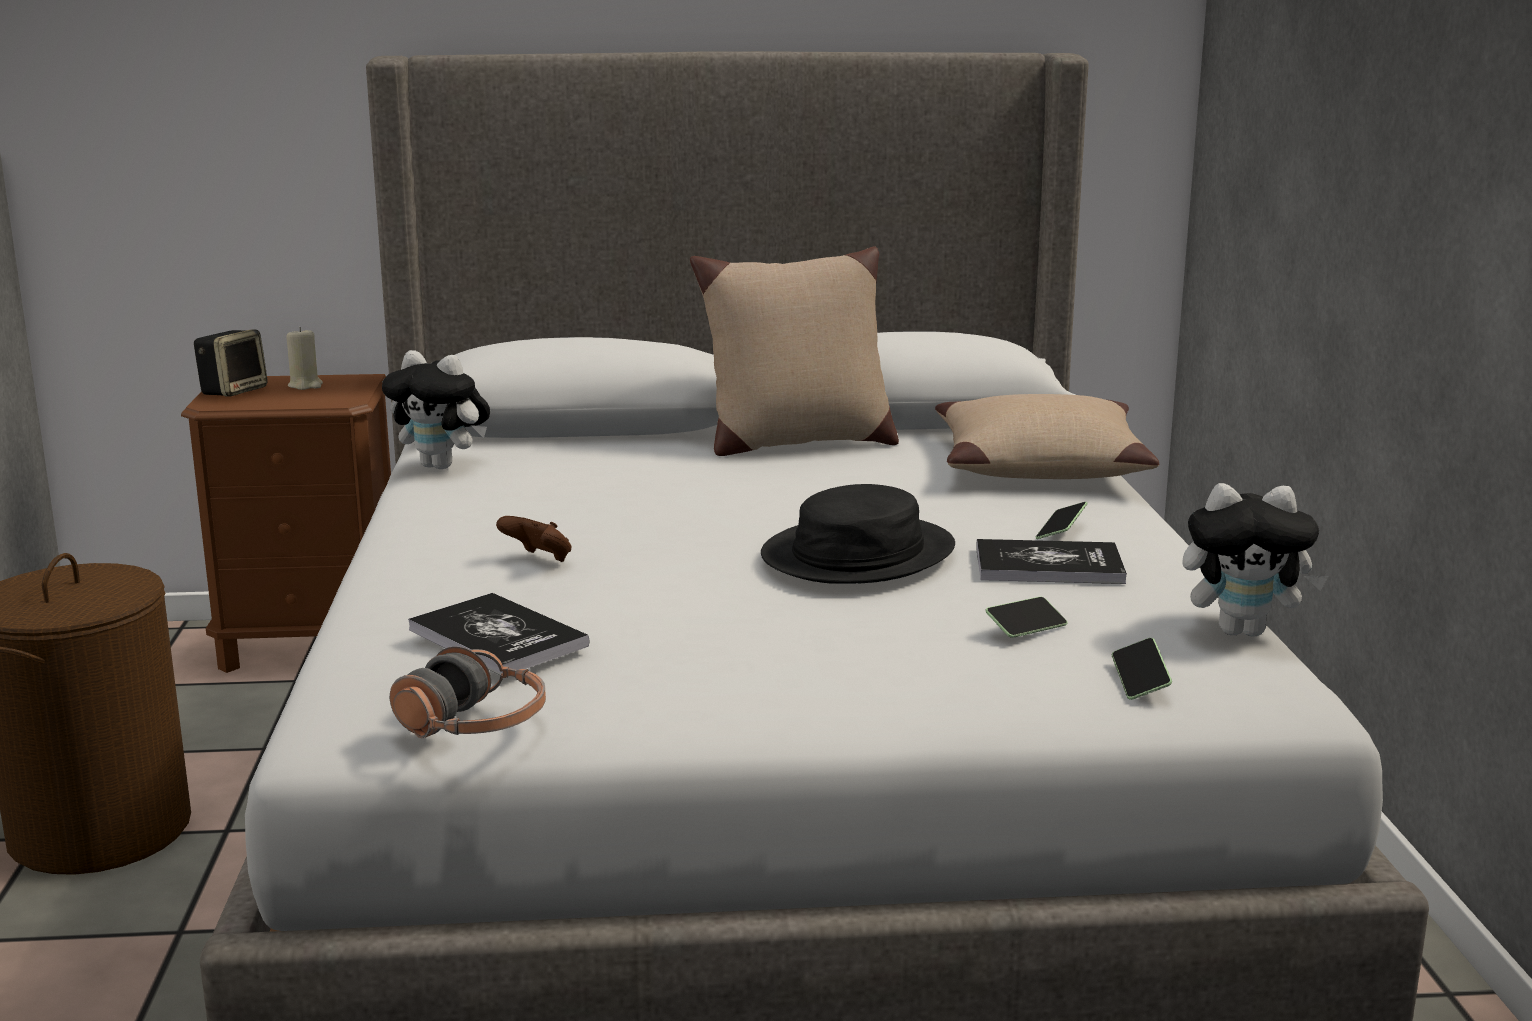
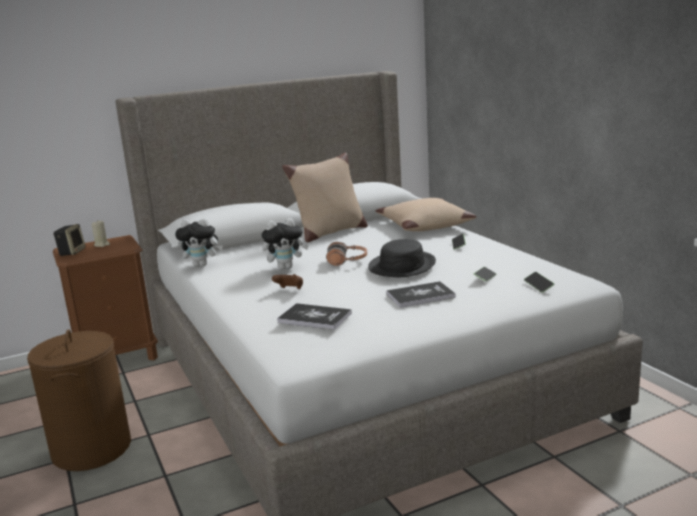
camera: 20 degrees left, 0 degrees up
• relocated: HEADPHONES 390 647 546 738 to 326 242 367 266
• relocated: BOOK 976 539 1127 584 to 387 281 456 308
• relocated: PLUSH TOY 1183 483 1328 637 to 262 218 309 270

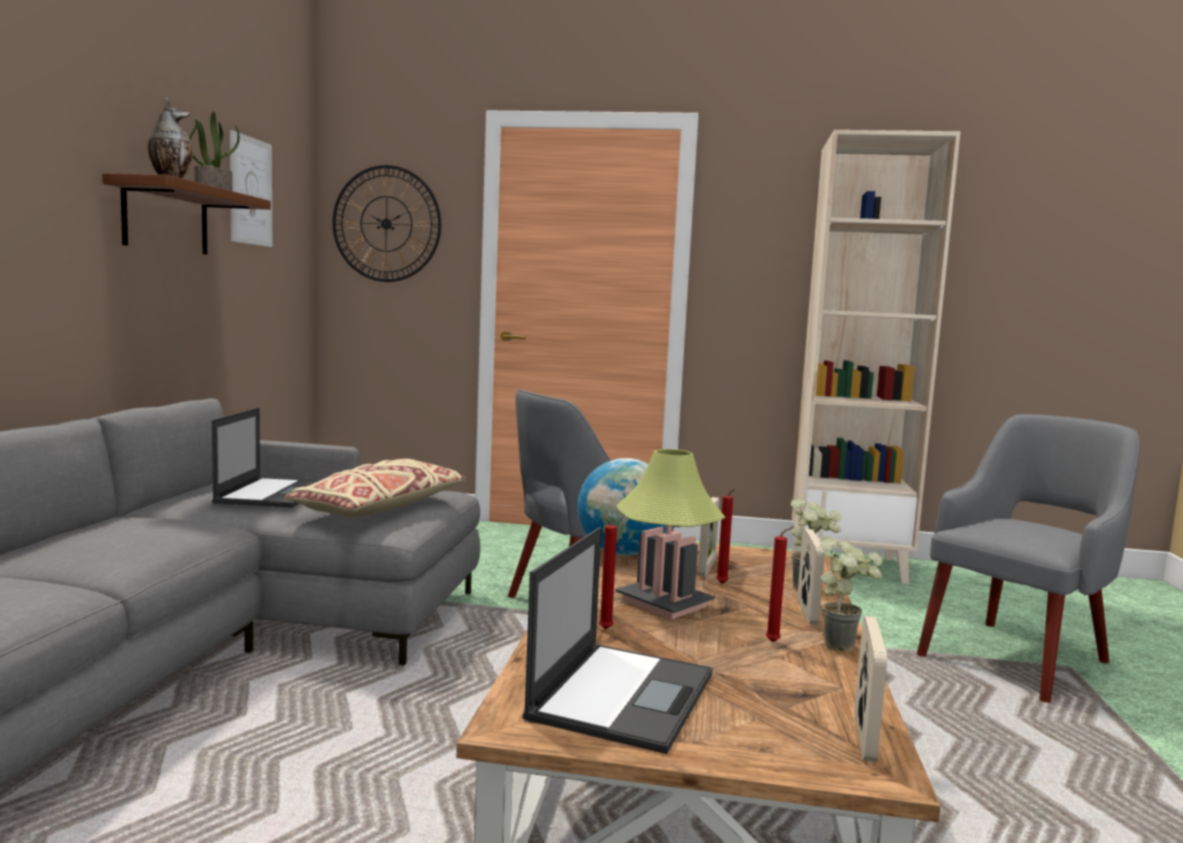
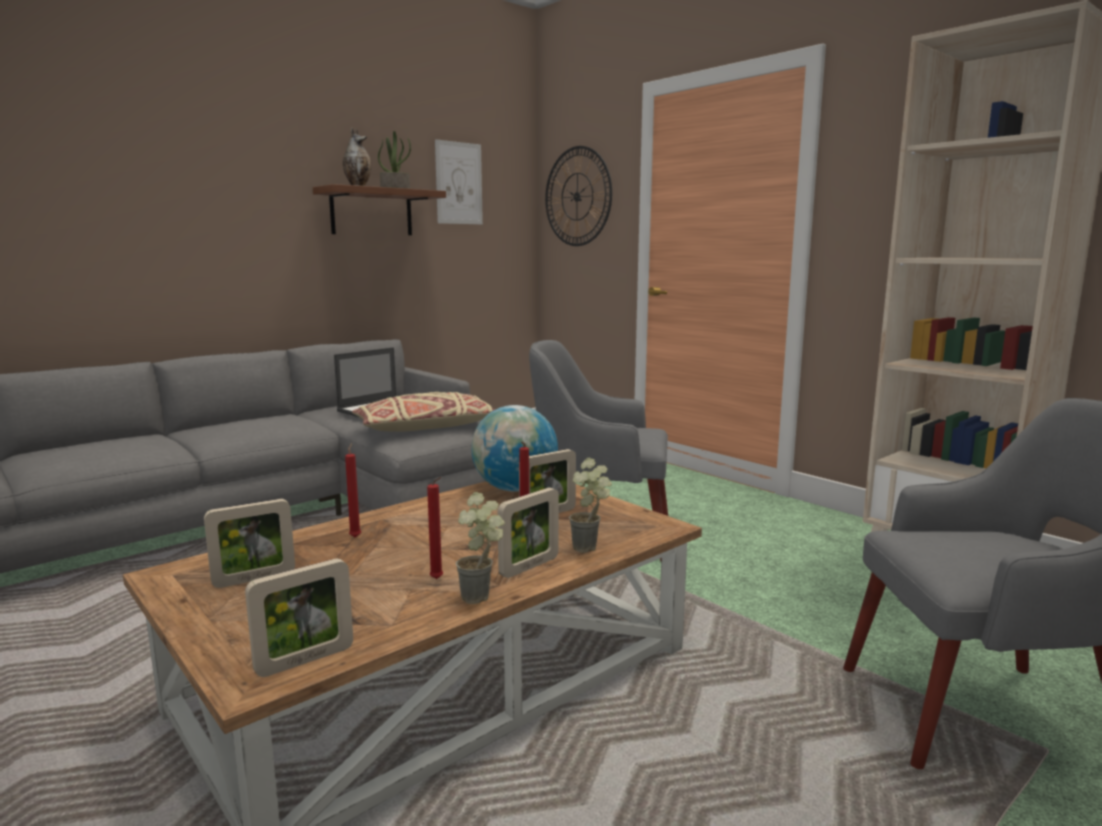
camera: 40 degrees right, 5 degrees up
• missing: TABLE LAMP 615 449 726 619
• exchanged: LAPTOP 522 527 713 754 to PICTURE FRAME 204 499 295 588

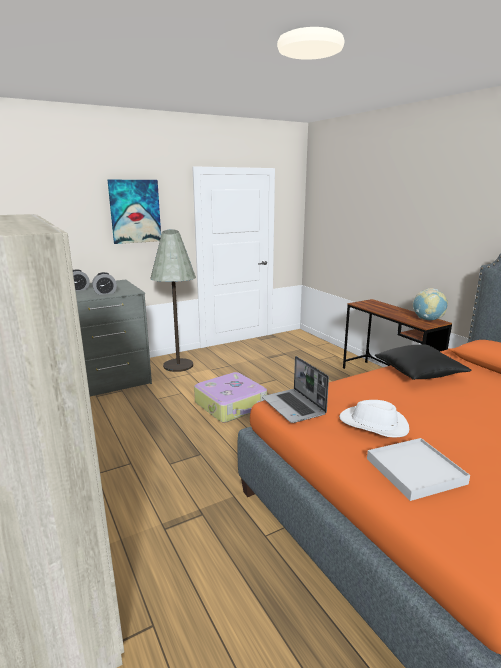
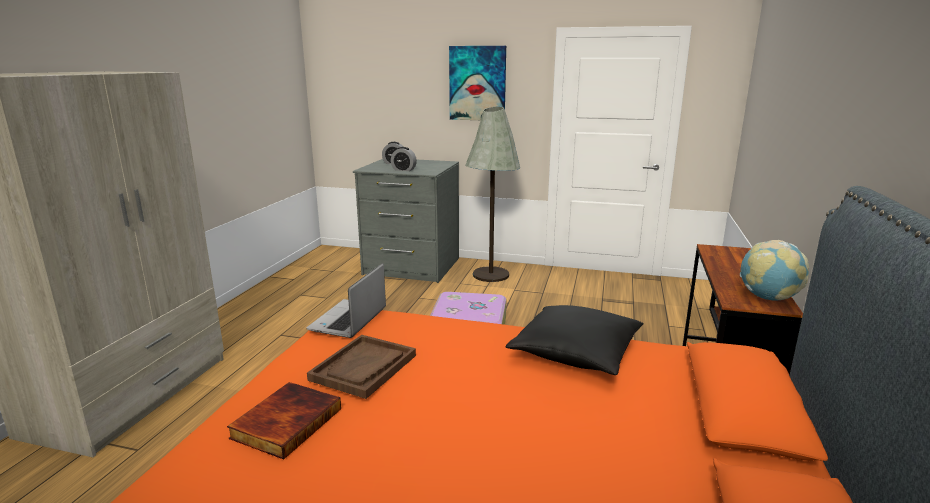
camera: 45 degrees right, 0 degrees up
• exchanged: WHITE HAT 339 400 409 437 to BROWN TRAY 307 335 416 399
• exchanged: WHITE TRAY 367 438 470 501 to BOOK 227 382 341 459

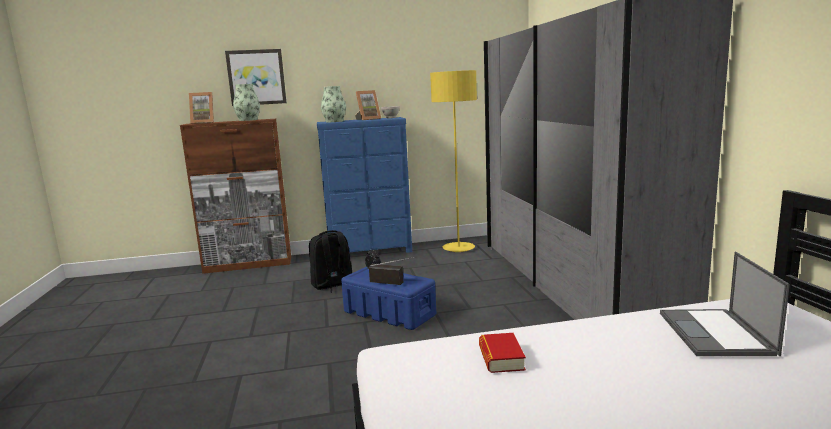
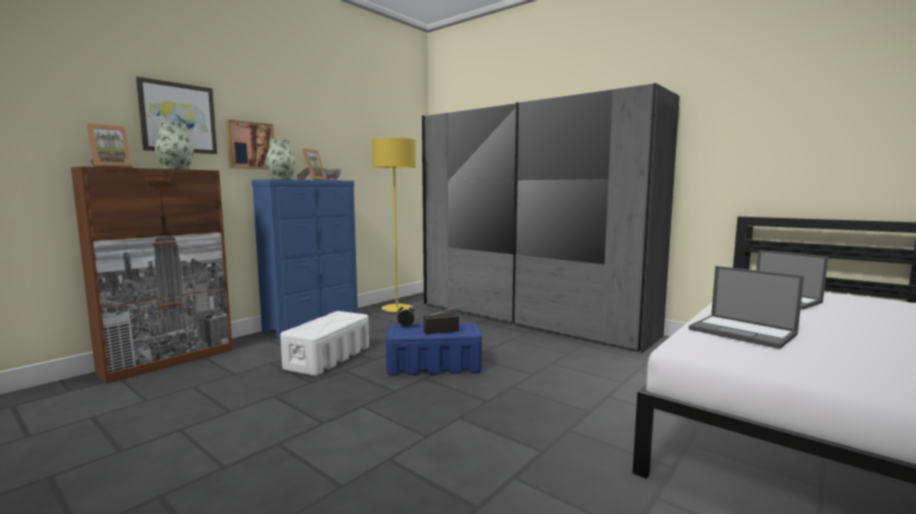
camera: 40 degrees left, 5 degrees down
• appeared: PICTURE 226 119 274 169
• exchanged: BLACK BACKPACK 309 230 352 293 to WHITE STORAGE BOX 280 311 369 376
• exchanged: BOOK 479 333 526 373 to LAPTOP 689 266 804 349

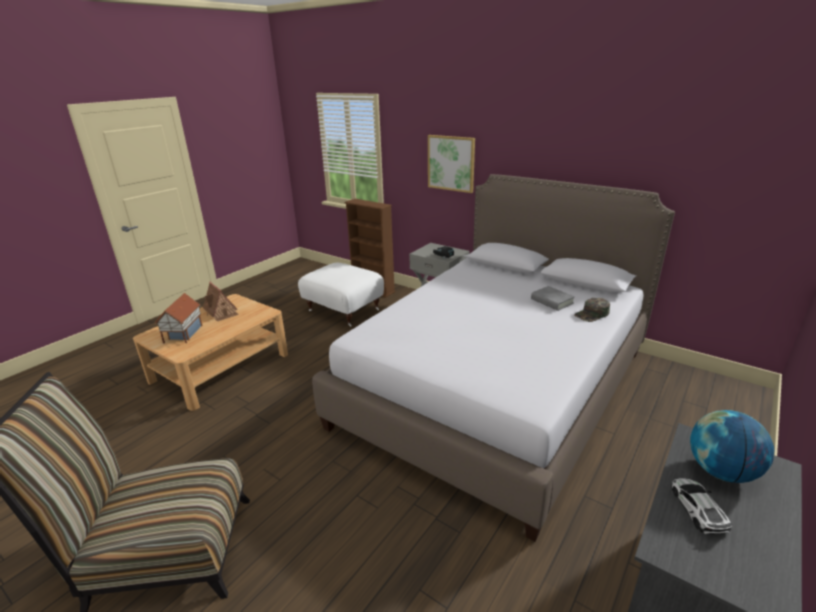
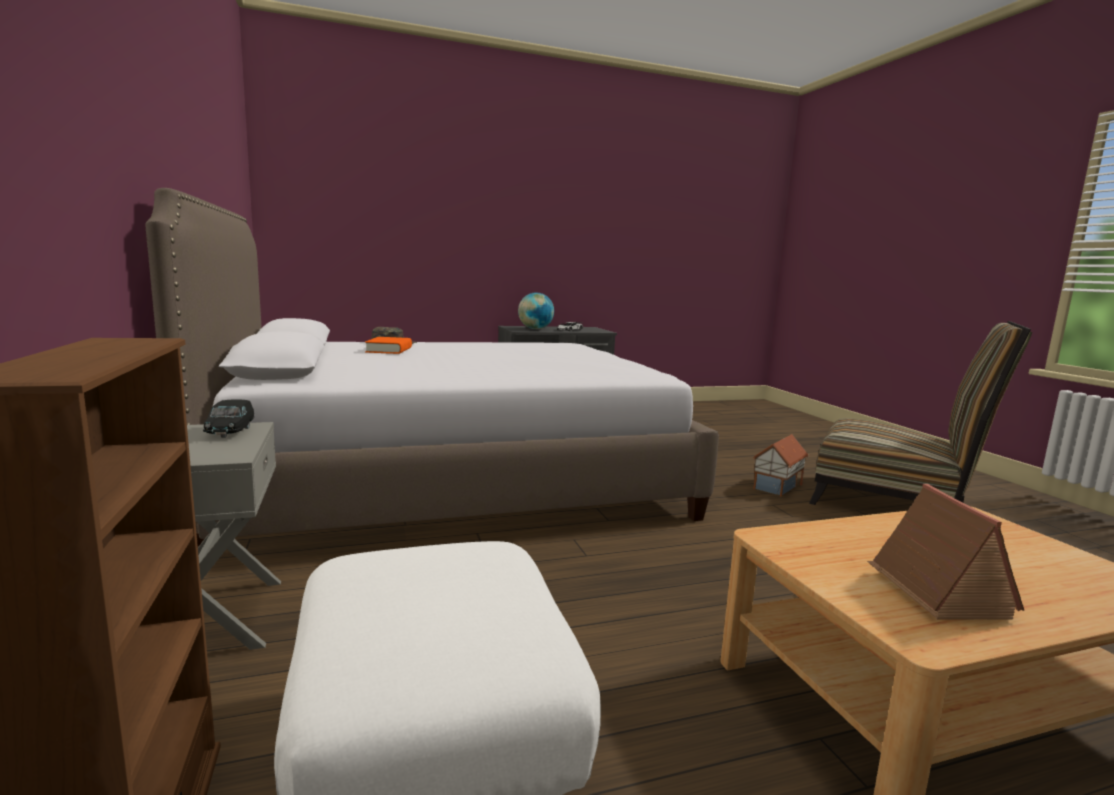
camera: 145 degrees left, 15 degrees down
• missing: PICTURE 428 135 475 193
• relocated: TOY HOUSE 155 293 203 344 to 753 434 809 496
• colour: GREY BOOK 531 286 575 311 to ORANGE BOOK 365 337 412 354

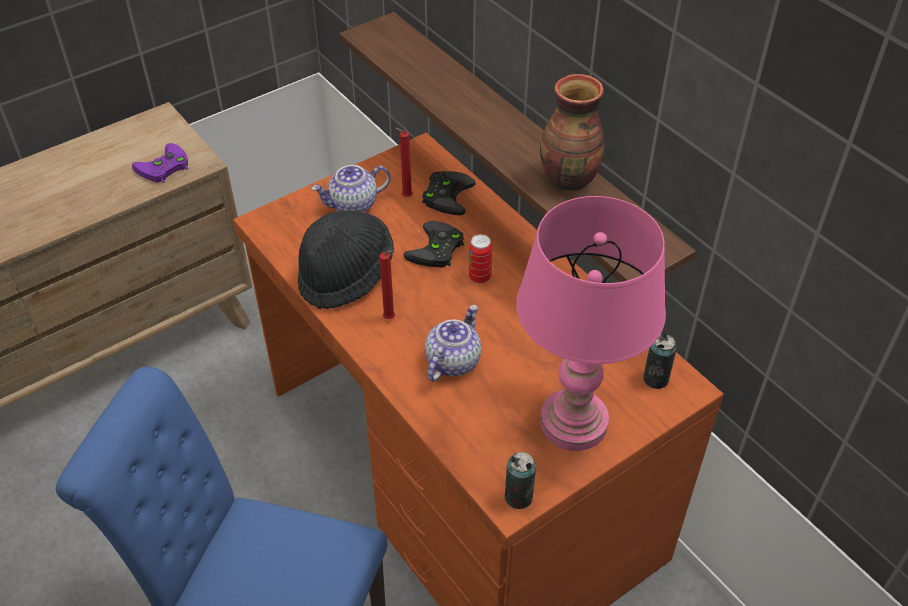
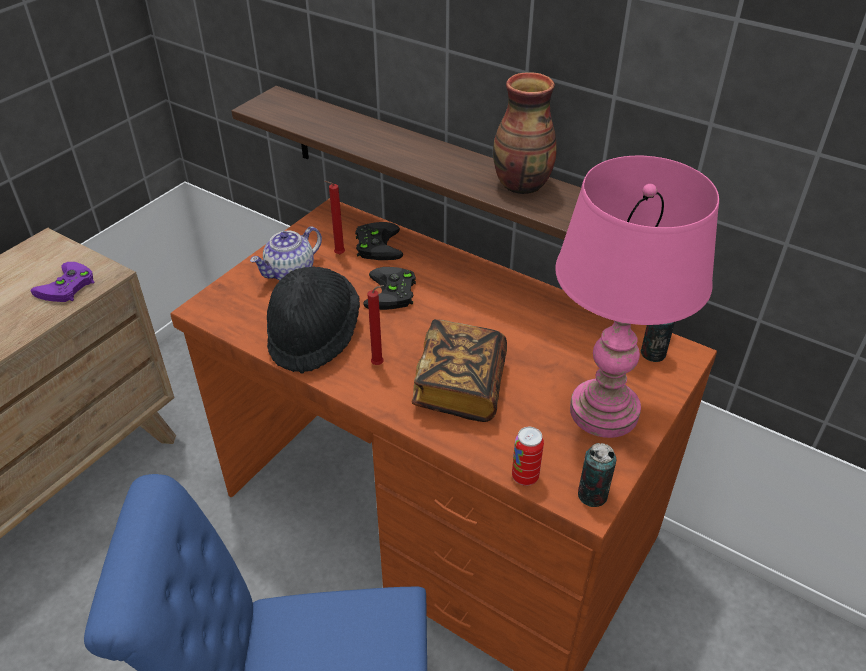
camera: 20 degrees left, 5 degrees down
• relocated: CAN 469 234 492 283 to 512 427 544 486
• exchanged: TEAPOT 425 305 481 381 to BOOK 412 319 507 422

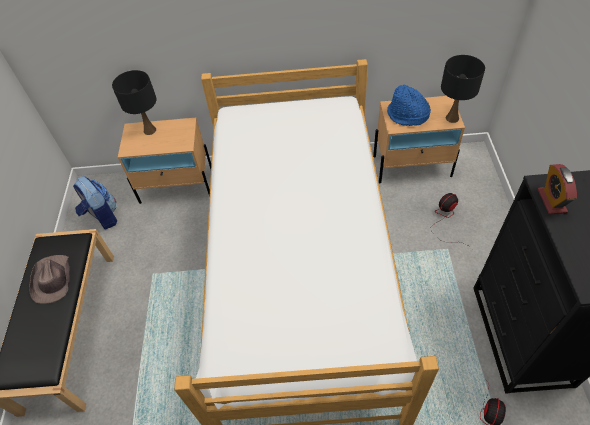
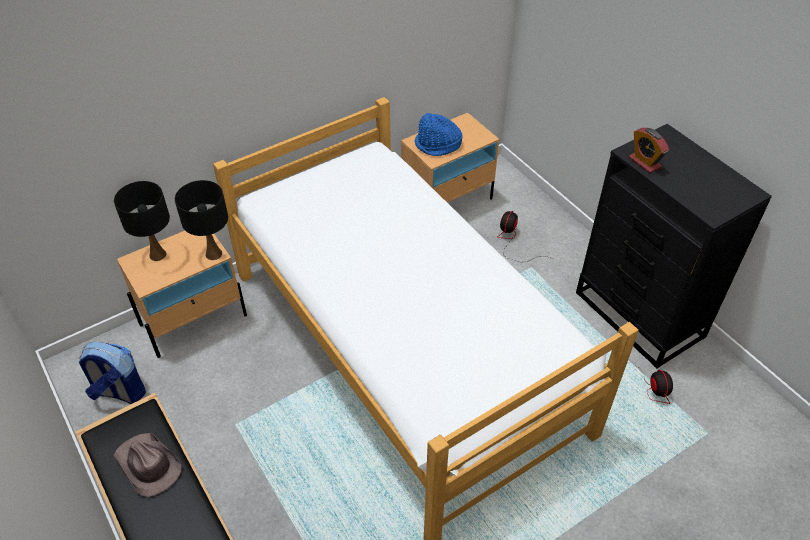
camera: 35 degrees left, 5 degrees down
• relocated: BLACK TABLE LAMP 441 55 485 123 to 175 180 228 260

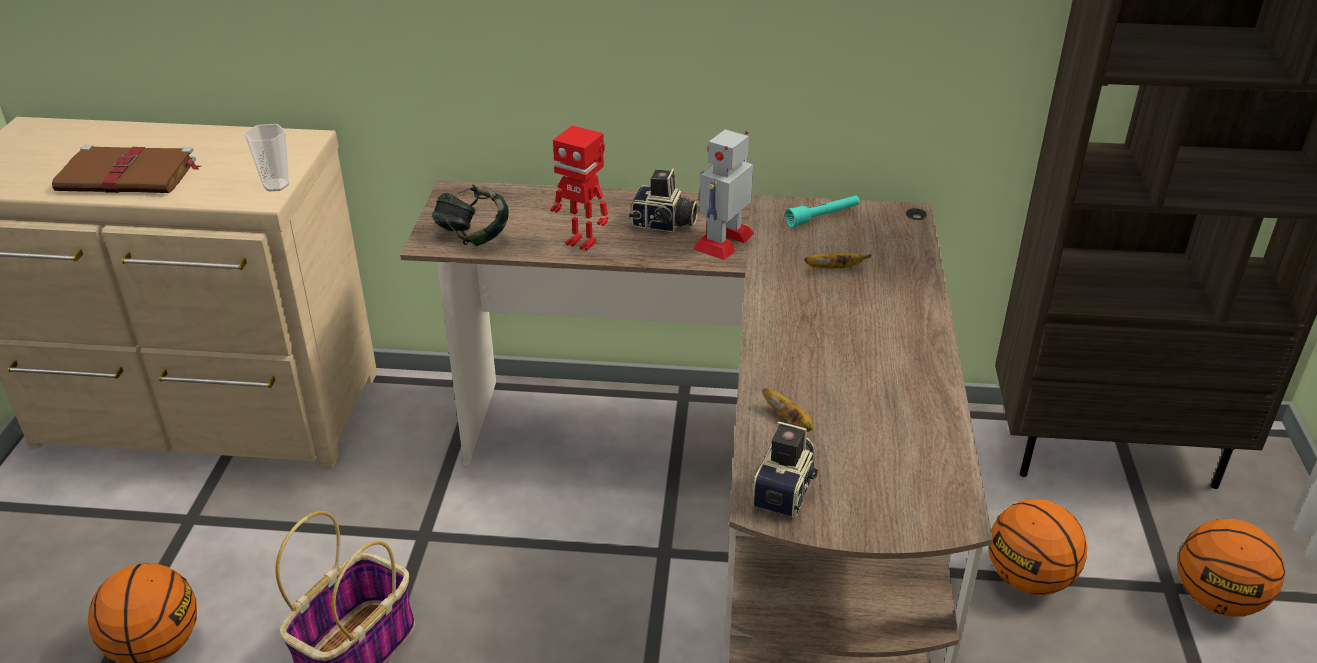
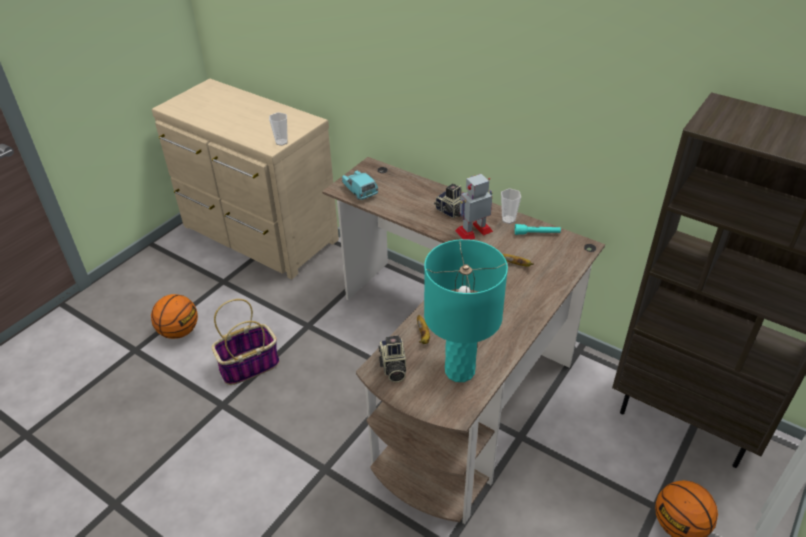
camera: 30 degrees right, 5 degrees up
• missing: BROWN BOOK 52 145 201 193
• missing: TOY ROBOT 551 126 608 251
• missing: BASKETBALL 989 499 1087 595
• appeared: TURQUOISE TABLE LAMP 424 239 508 382
• appeared: CUP 501 188 521 224
• exchanged: HEADPHONES 431 184 509 246 to TURQUOISE TOY CAR 342 171 378 200
• spun: PHOTO CAMERA 752 421 818 518 = 379 335 406 383 120 degrees clockwise

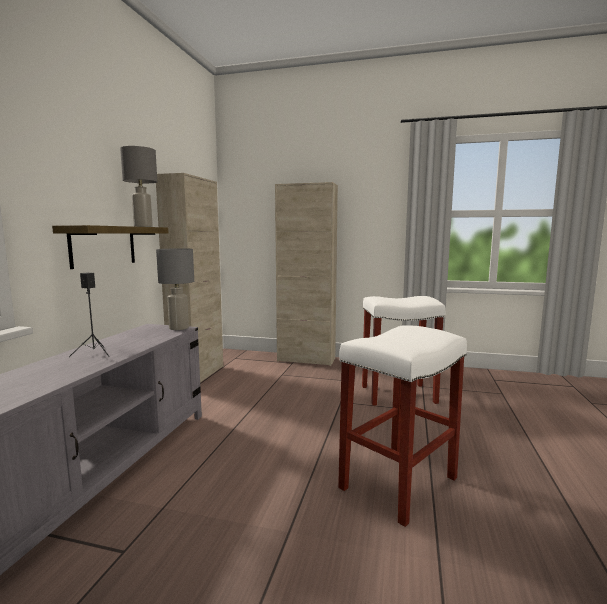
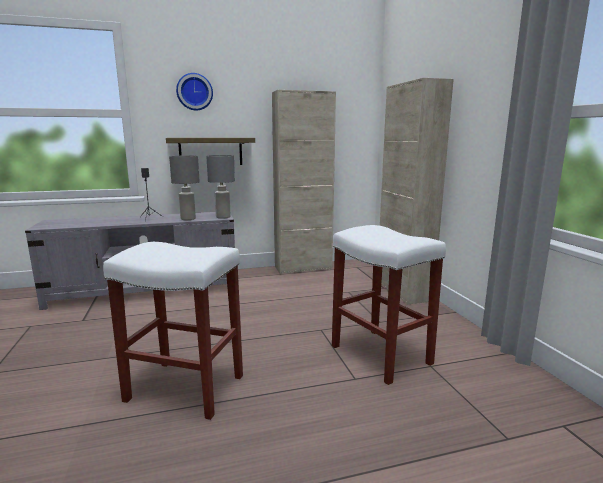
camera: 60 degrees right, 5 degrees up
• appeared: WALL CLOCK 176 73 213 111
• relocated: GREY TABLE LAMP 120 146 157 227 to 169 156 200 220

